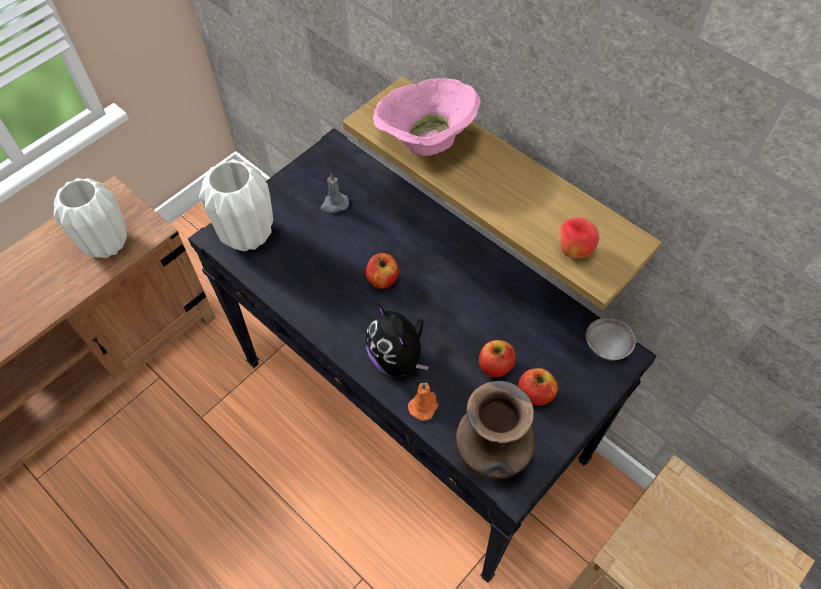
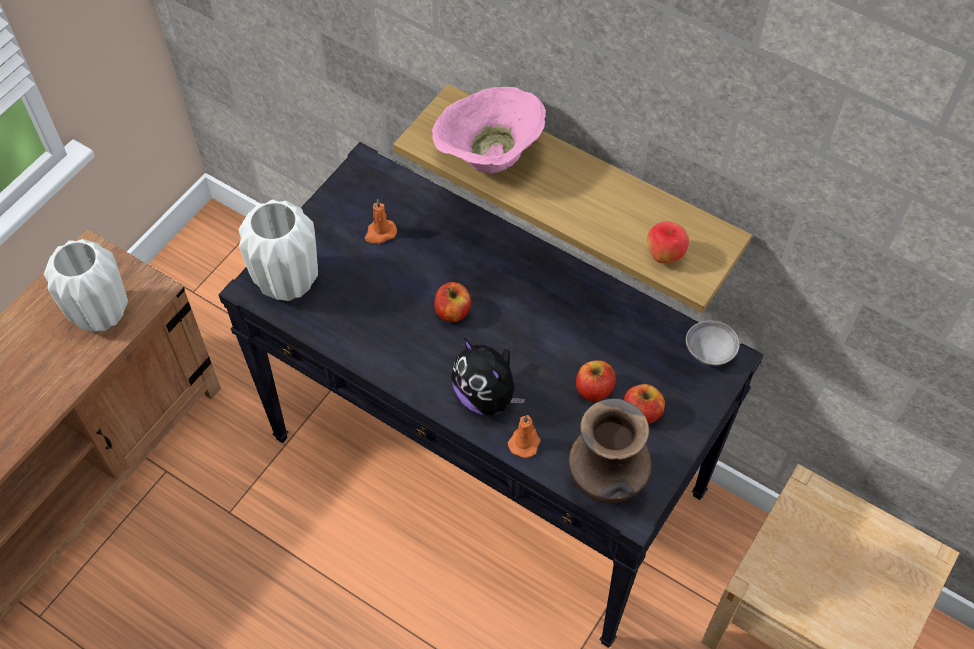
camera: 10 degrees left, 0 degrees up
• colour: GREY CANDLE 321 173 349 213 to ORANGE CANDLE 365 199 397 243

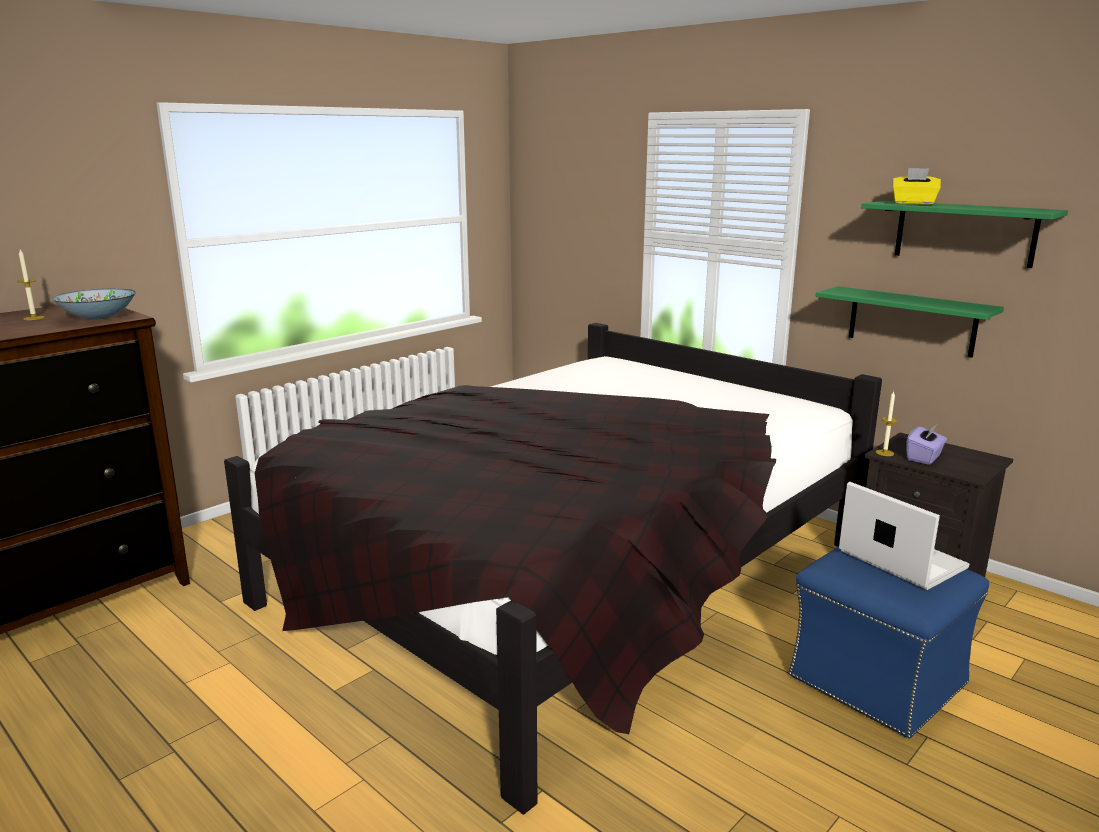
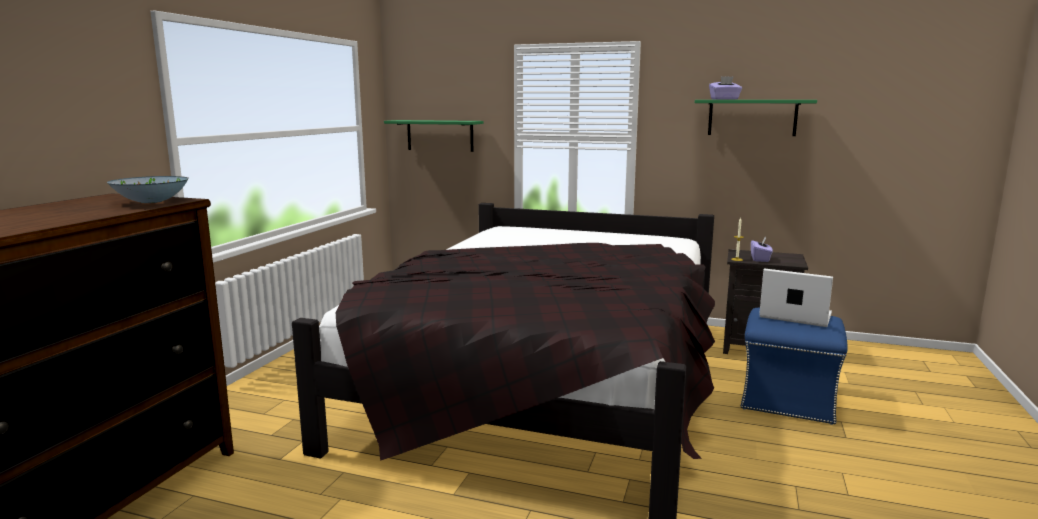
camera: 25 degrees left, 5 degrees down
• missing: CANDLE 17 250 45 320
• relocated: GREEN SHELF 815 286 1004 358 to 384 120 484 152
• colour: YELLOW TISSUE BOX 893 168 941 205 to PURPLE TISSUE BOX 709 76 742 100

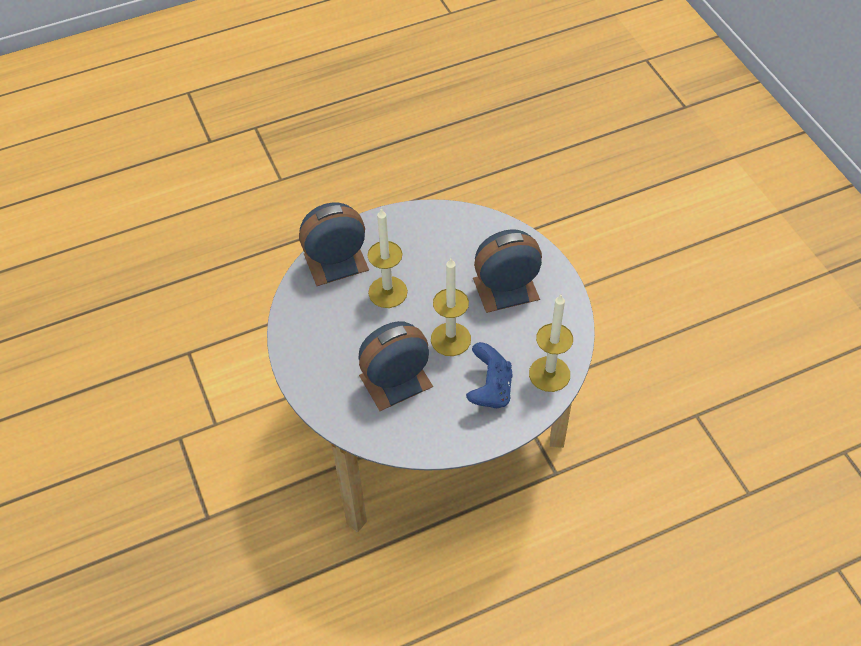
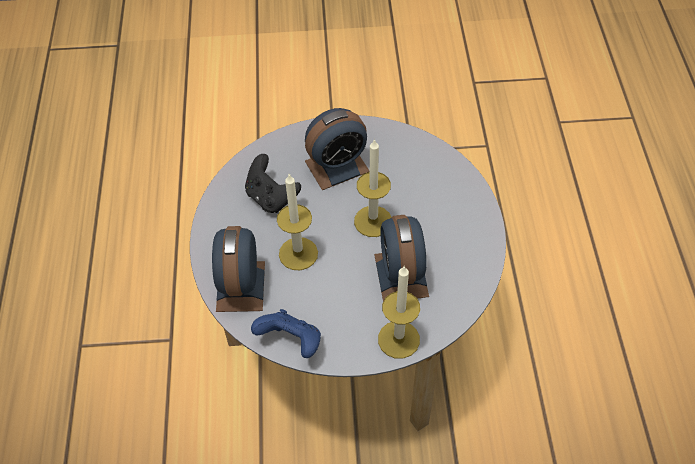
camera: 70 degrees left, 0 degrees up
• appeared: BLACK GAME CONTROLLER 245 154 301 213
• relocated: BLUE GAME CONTROLLER 466 342 513 408 to 251 309 321 358
• relocated: CANDLE 529 295 573 392 to 378 266 420 359
• spun: ALARM CLOCK 473 229 542 313 = 305 108 370 190 120 degrees counterclockwise

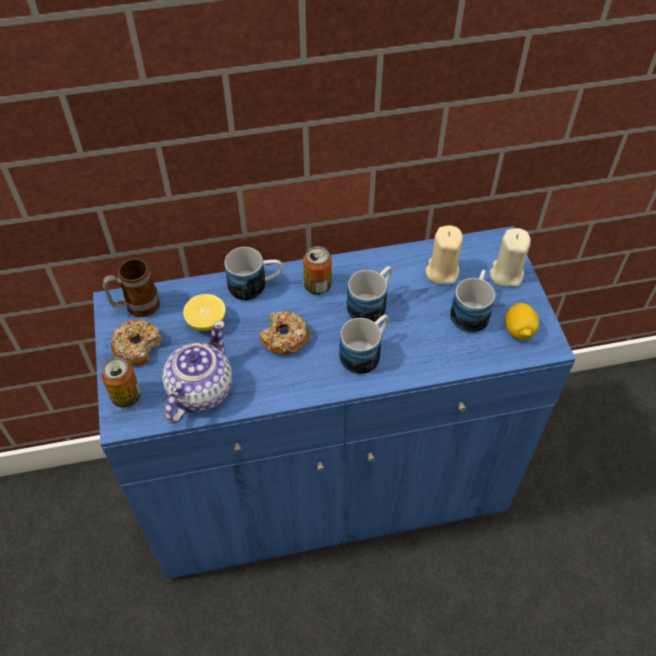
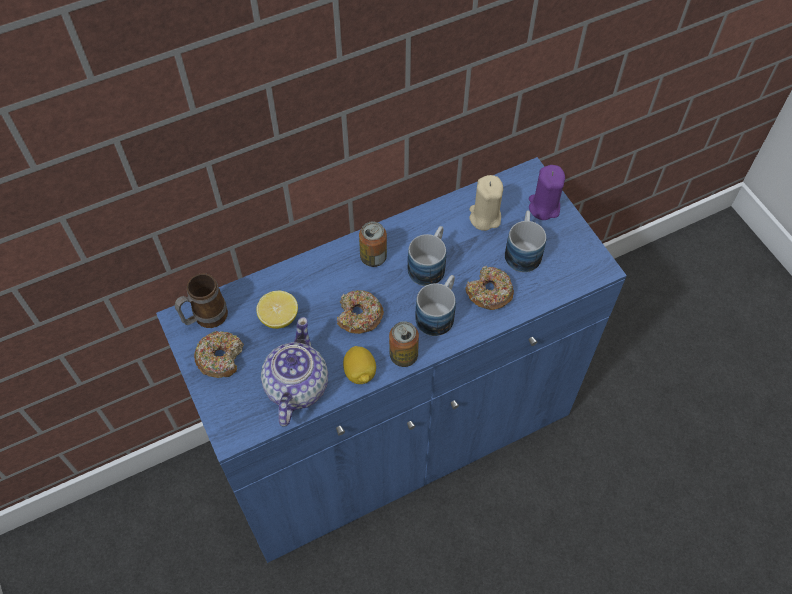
camera: 15 degrees left, 5 degrees up
• missing: MUG 225 247 283 301
• appeared: DONUT 465 266 514 310
• relocated: CAN 101 357 141 408 to 389 321 419 367
• relocated: LEMON 506 303 539 340 to 343 346 376 384
• colour: BEIGE CANDLE 490 228 531 287 to PURPLE CANDLE 529 165 565 220

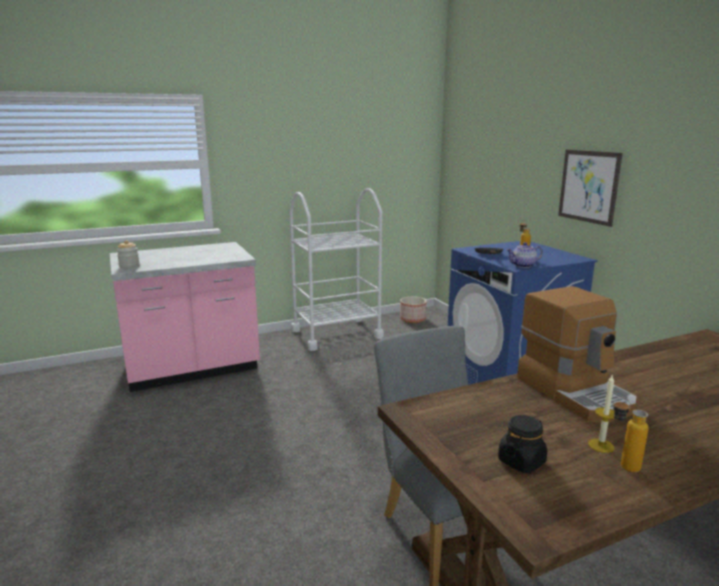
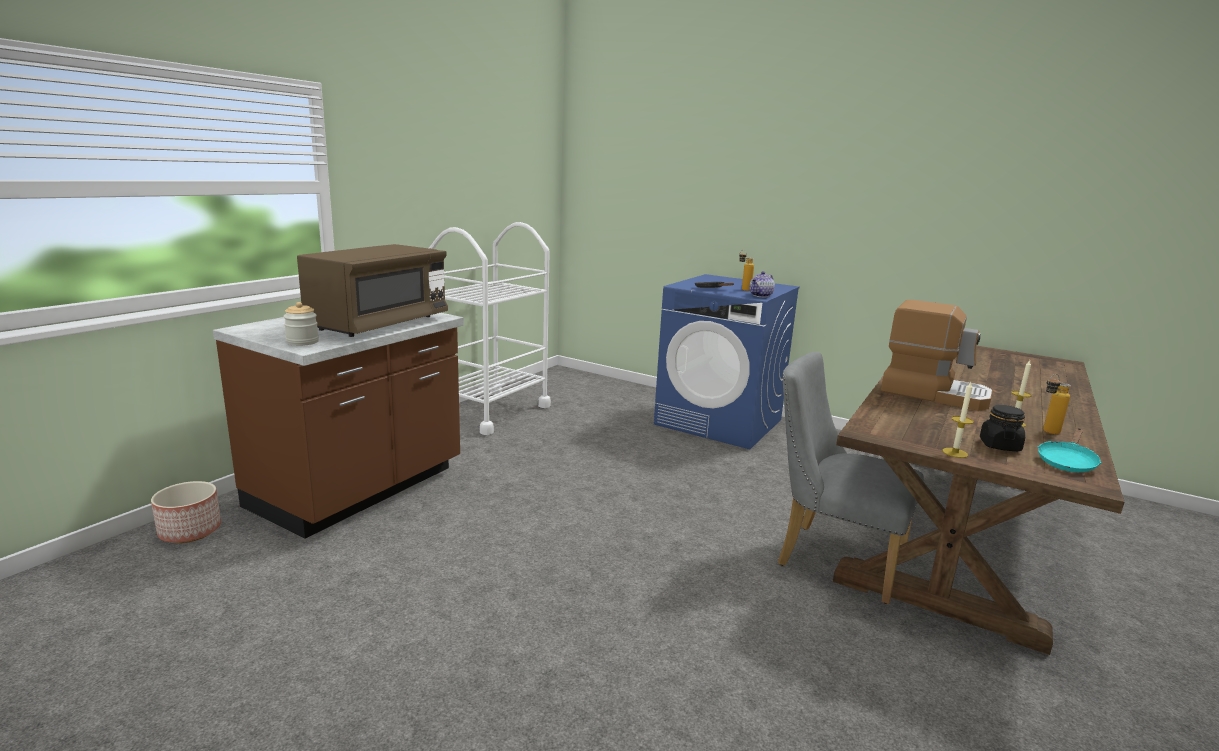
camera: 35 degrees left, 0 degrees up
• missing: PICTURE 558 150 623 227
• appeared: BROWN MICROWAVE 297 244 448 337
• appeared: CANDLE 942 382 974 458
• appeared: TURQUOISE FRYING PAN 1037 428 1102 472
• relocated: PLANTER 400 297 427 323 to 151 481 221 543
• colour: PINK COUNTER 109 242 260 392 to BROWN COUNTER 213 313 464 538

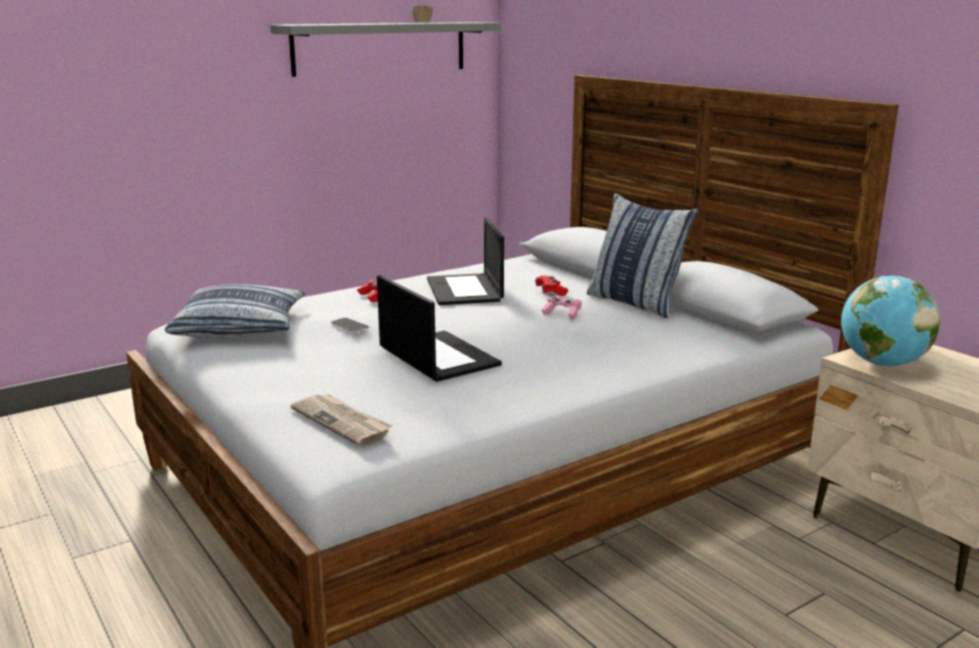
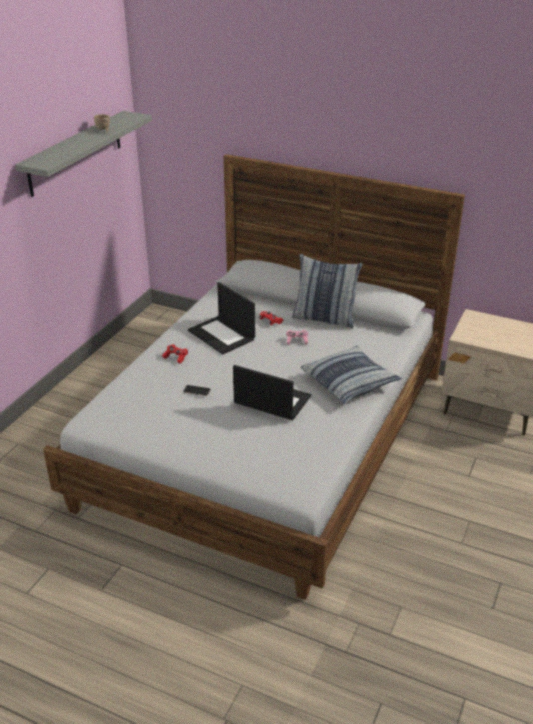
camera: 30 degrees left, 15 degrees up
• missing: NEWSPAPER 291 394 392 446
• missing: GLOBE 841 276 940 366
• relocated: PILLOW 165 284 306 338 to 301 345 402 404

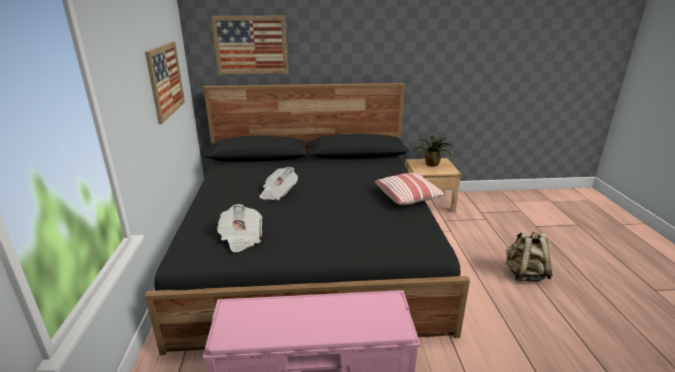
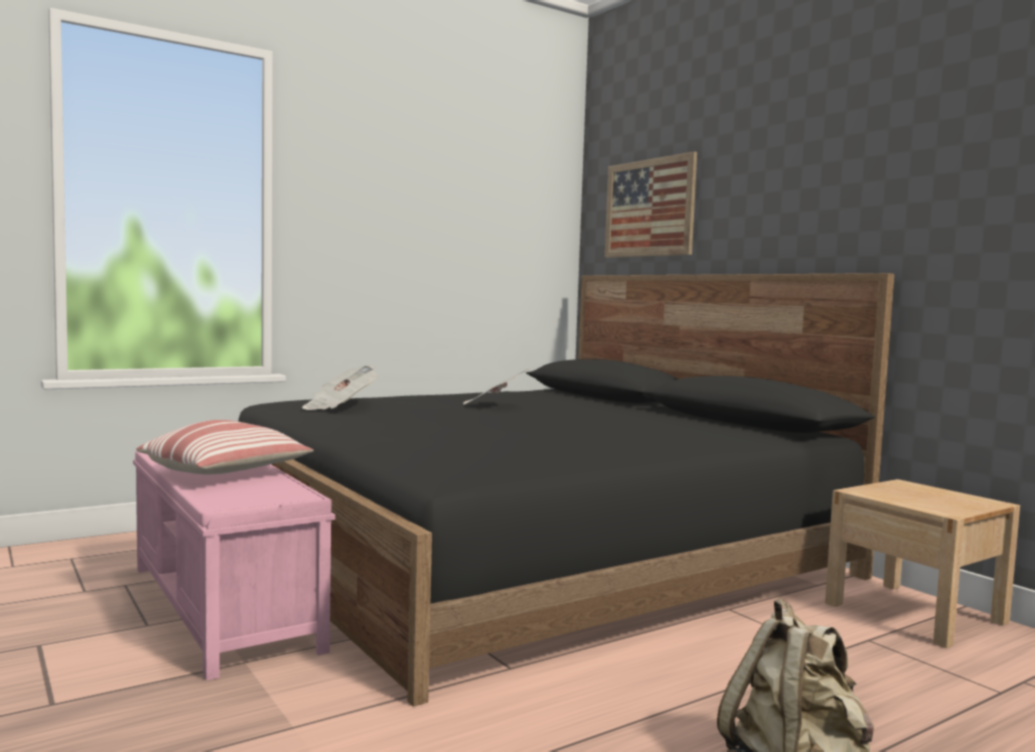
camera: 60 degrees right, 20 degrees down
• missing: PICTURE 145 41 185 124
• missing: POTTED PLANT 413 136 455 166
• relocated: PILLOW 375 173 447 205 to 136 420 314 474

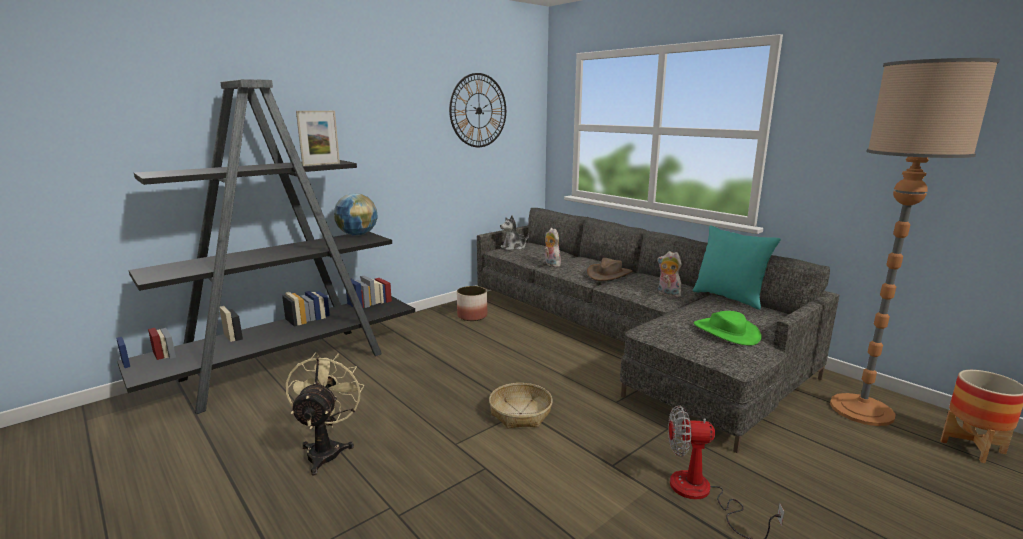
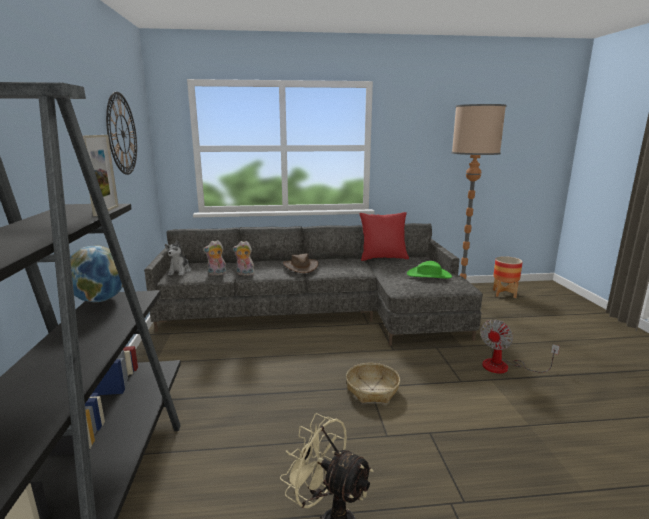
camera: 55 degrees left, 0 degrees up
• missing: PLANTER 457 286 487 321
• relocated: PLUSH TOY 657 251 682 298 to 203 240 226 276
• colour: TURQUOISE PILLOW 693 225 781 310 to RED PILLOW 360 212 409 261

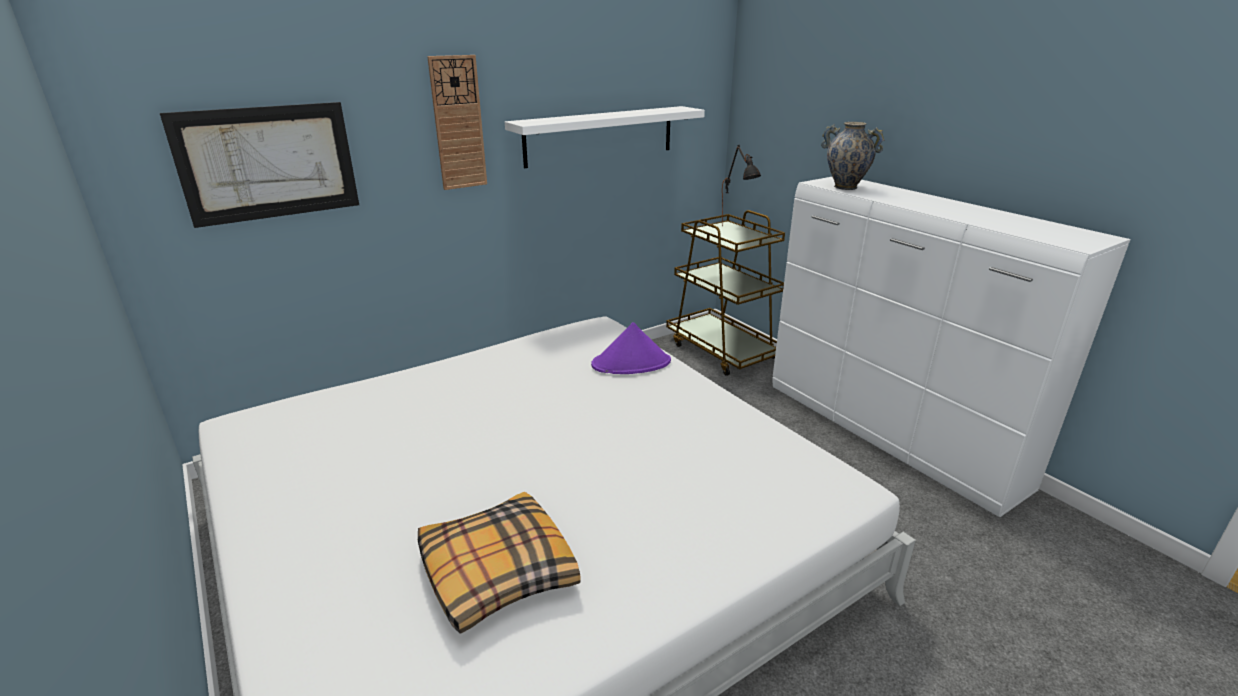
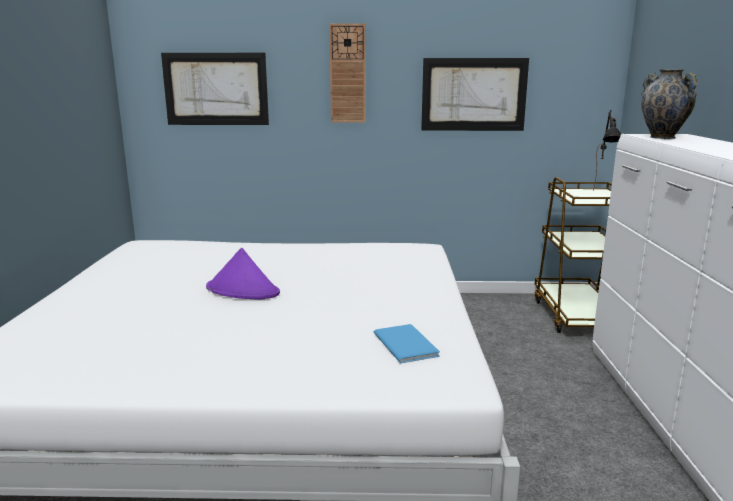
camera: 35 degrees right, 10 degrees down
• missing: PILLOW 418 492 581 634
• appeared: BLUE BOOK 374 324 440 363
• relocated: PURPLE HAT 591 322 671 374 to 206 248 280 299
• exchanged: WHITE SHELF 505 106 705 168 to PICTURE 421 58 529 131

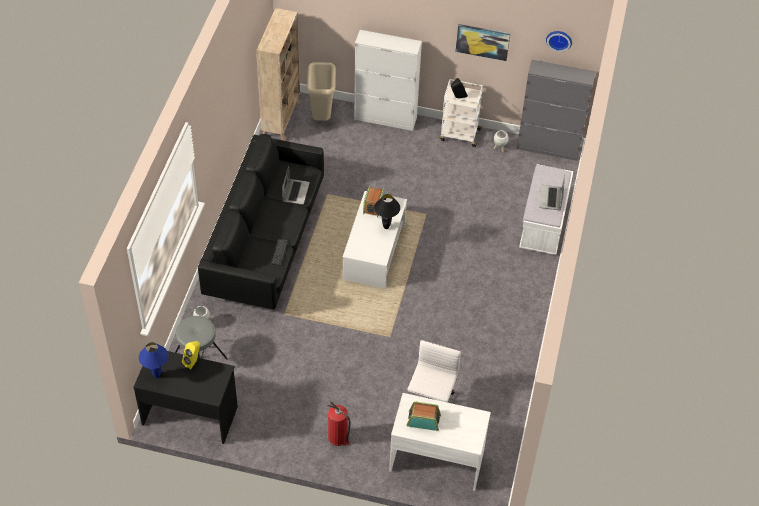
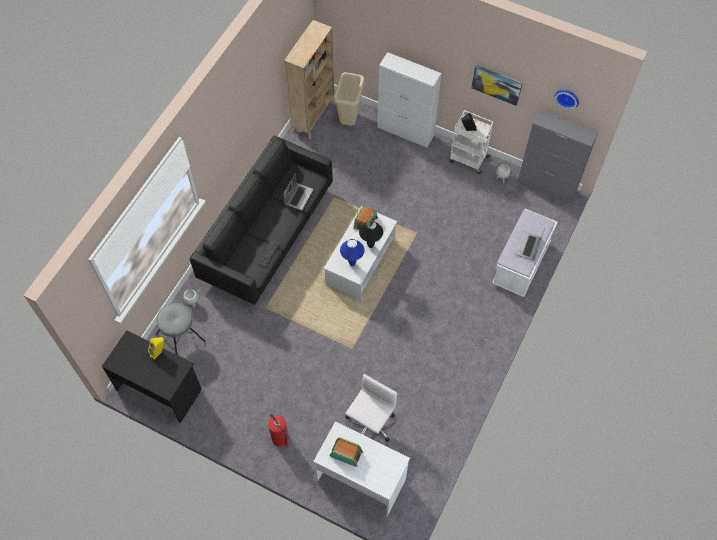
camera: 15 degrees right, 10 degrees up
• relocated: BLUE TABLE LAMP 139 342 168 378 to 340 239 364 266

